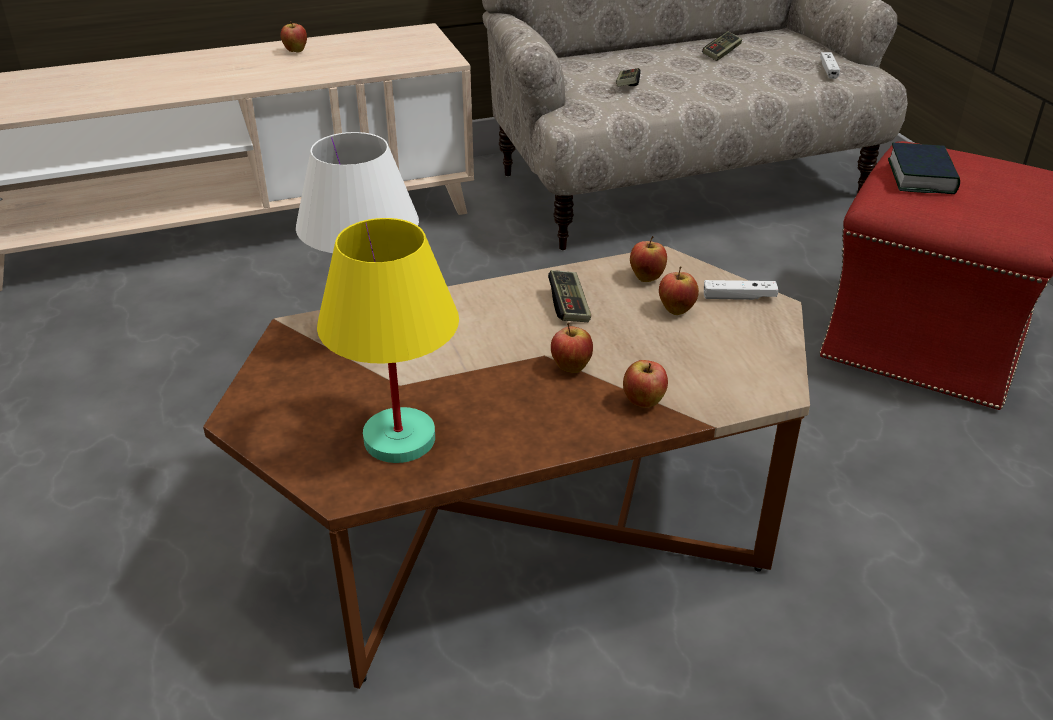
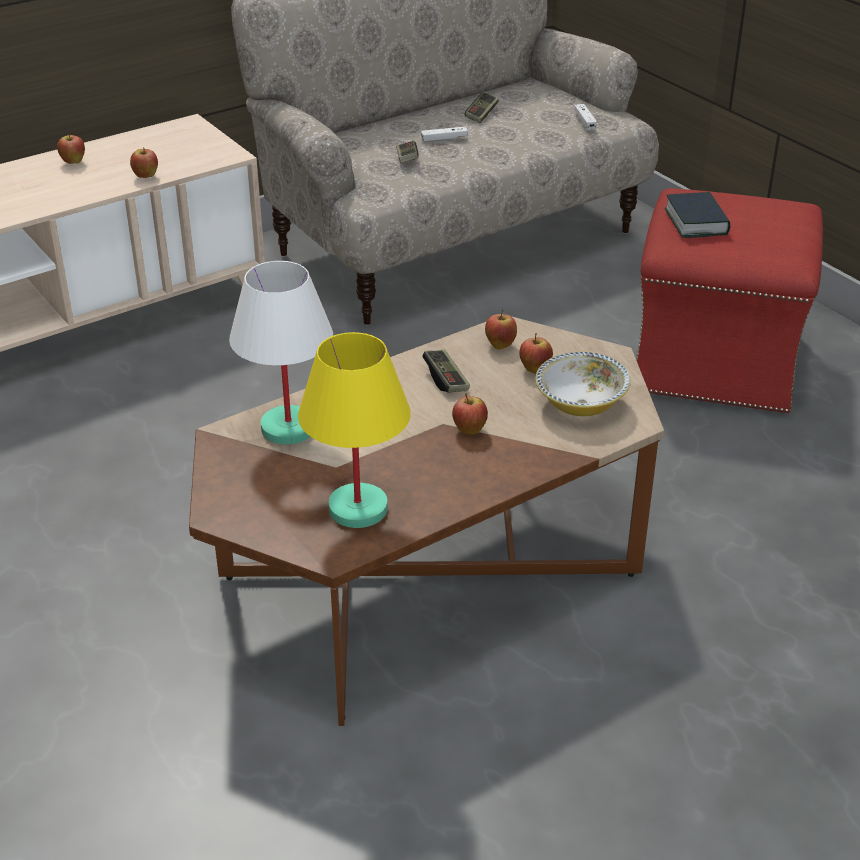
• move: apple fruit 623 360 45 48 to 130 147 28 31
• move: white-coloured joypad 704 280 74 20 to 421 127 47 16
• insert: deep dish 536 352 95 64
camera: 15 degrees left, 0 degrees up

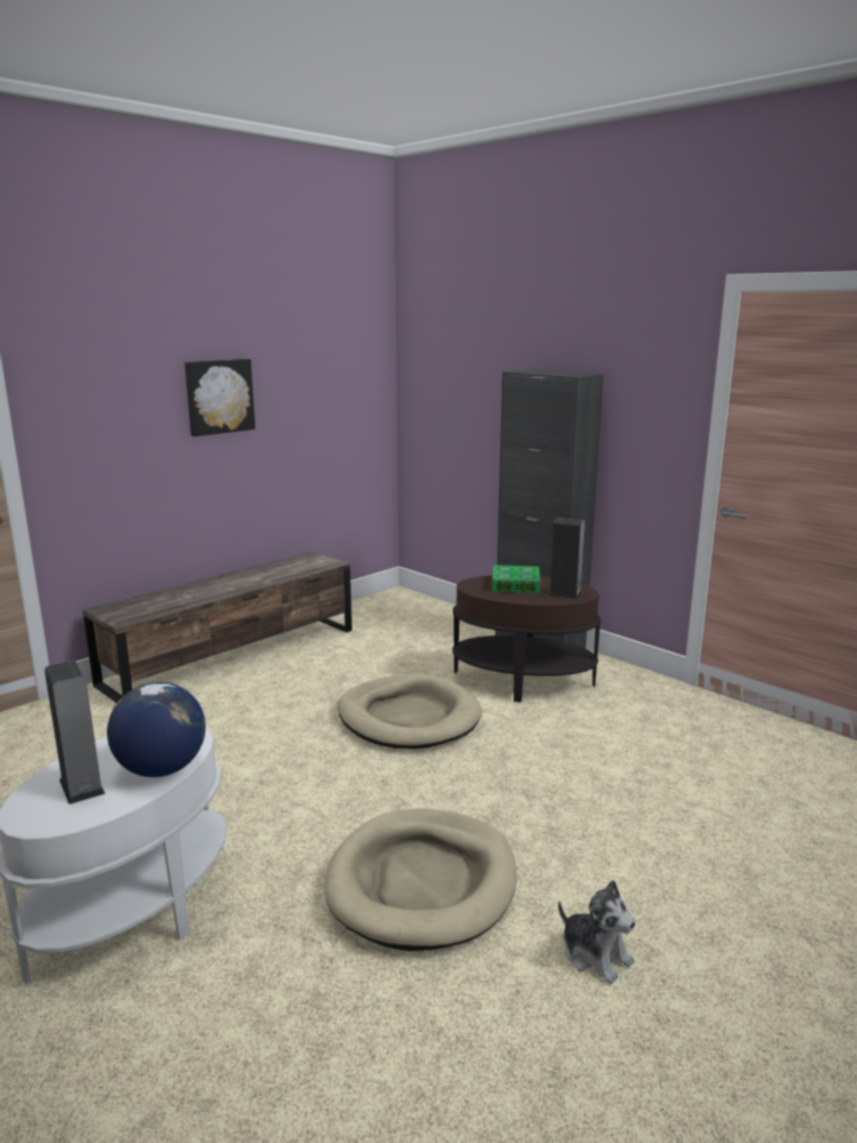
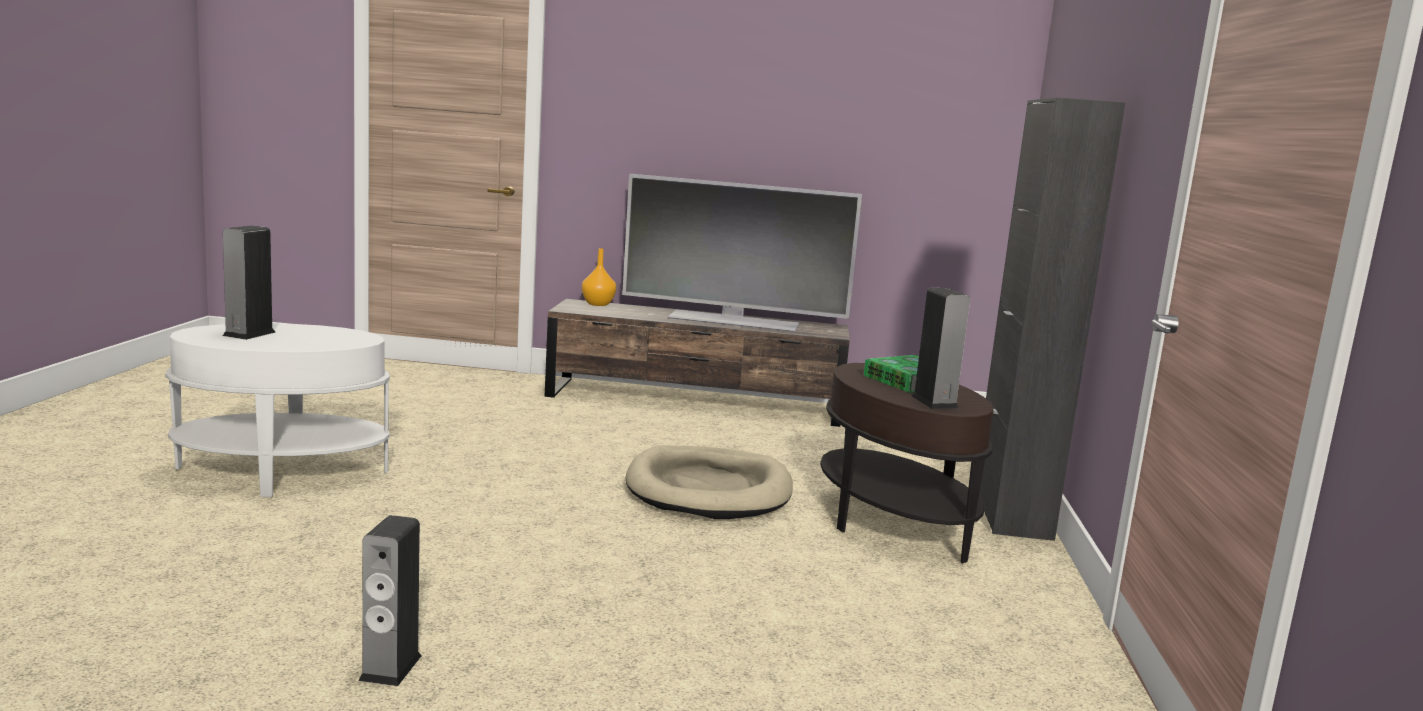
• delete: globe 107 682 99 95
• delete: picture 185 359 70 78
• delete: beige-coloured pet bed 324 809 193 142
• replace: soft toy 558 880 78 104 to audio speaker 358 515 64 171
• insert: orange flower vase 582 248 34 58
• insert: TV 622 174 240 158
camera: 50 degrees right, 5 degrees down

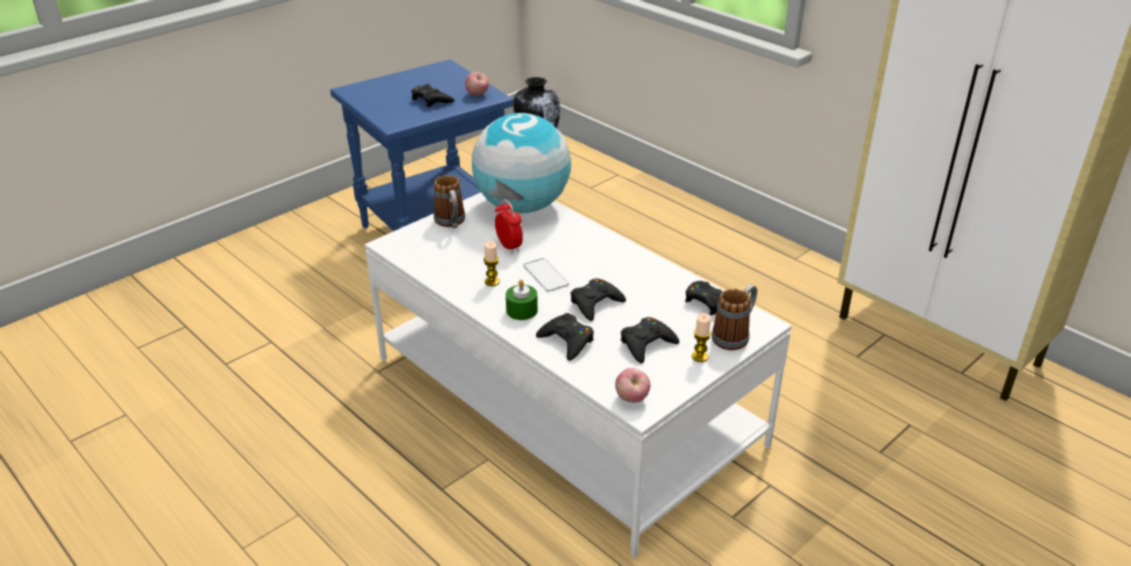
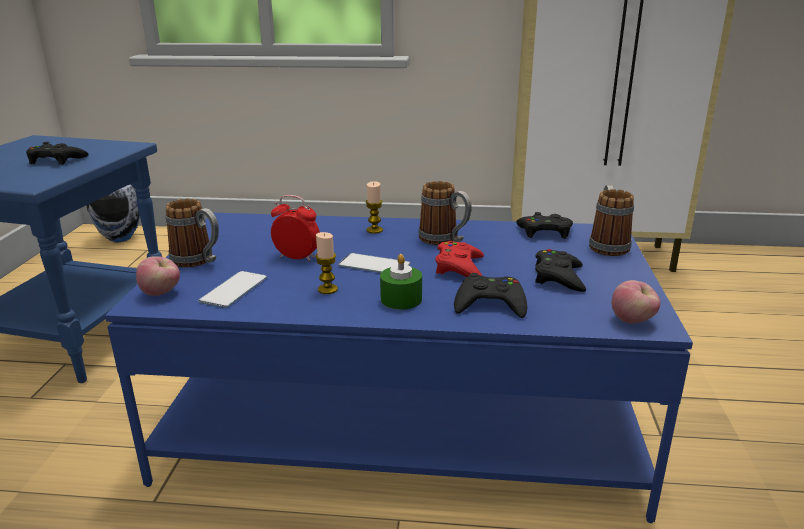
• recolor: white-coloured lounge table 365 193 427 365 to blue-coloured lounge table 105 213 588 310
• move: apple fruit 465 72 24 24 to 136 257 44 39
• delete: globe 472 113 99 100
• recolor: black-coloured joypad 571 278 55 43 to red-coloured joypad 435 241 49 36
• move: candle 692 313 19 49 to 366 181 17 53
• insert: handset 198 271 69 37
• insert: tea mug 418 181 54 64
camera: 40 degrees left, 10 degrees down

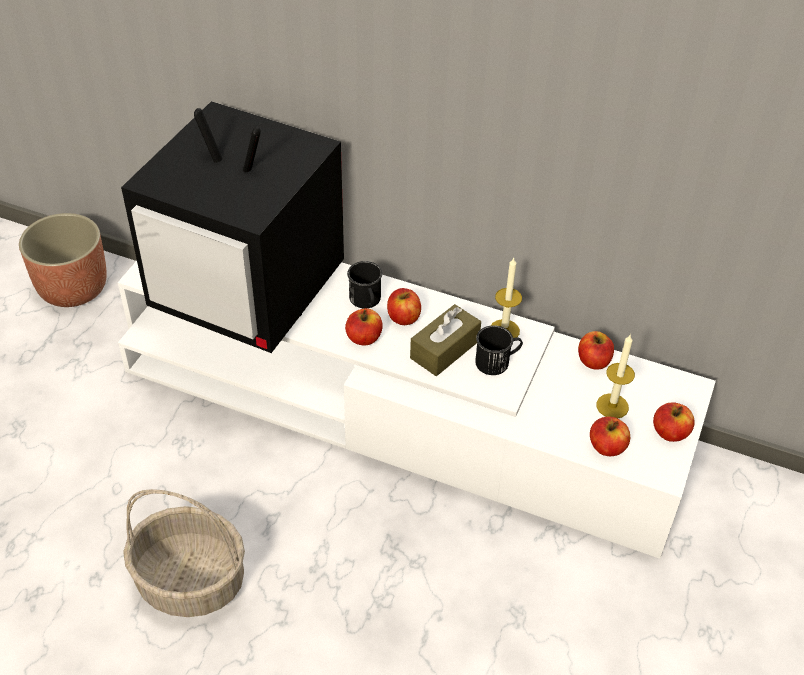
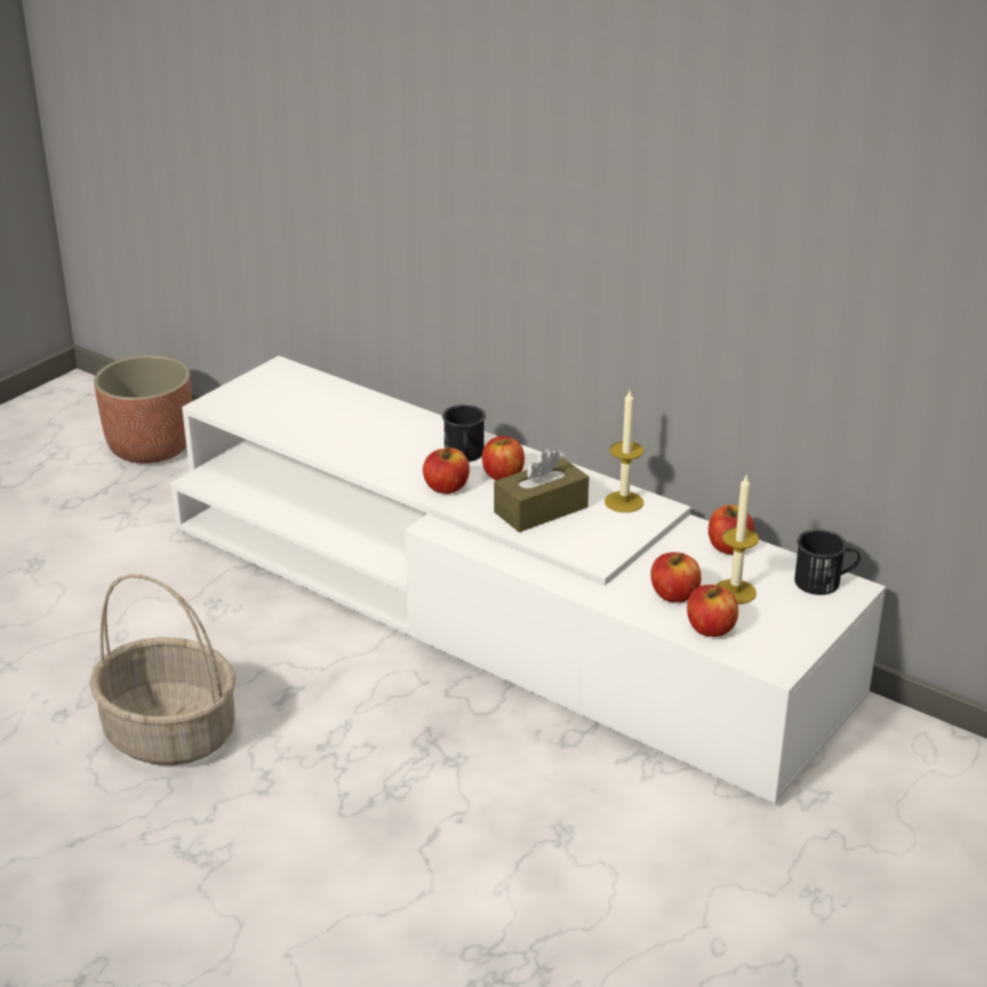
• delete: TV 121 101 223 252
• move: black-coloured tea mug 475 325 48 50 to 795 529 65 66
• move: apple fruit 653 402 42 40 to 651 552 50 50
camera: 15 degrees right, 15 degrees down

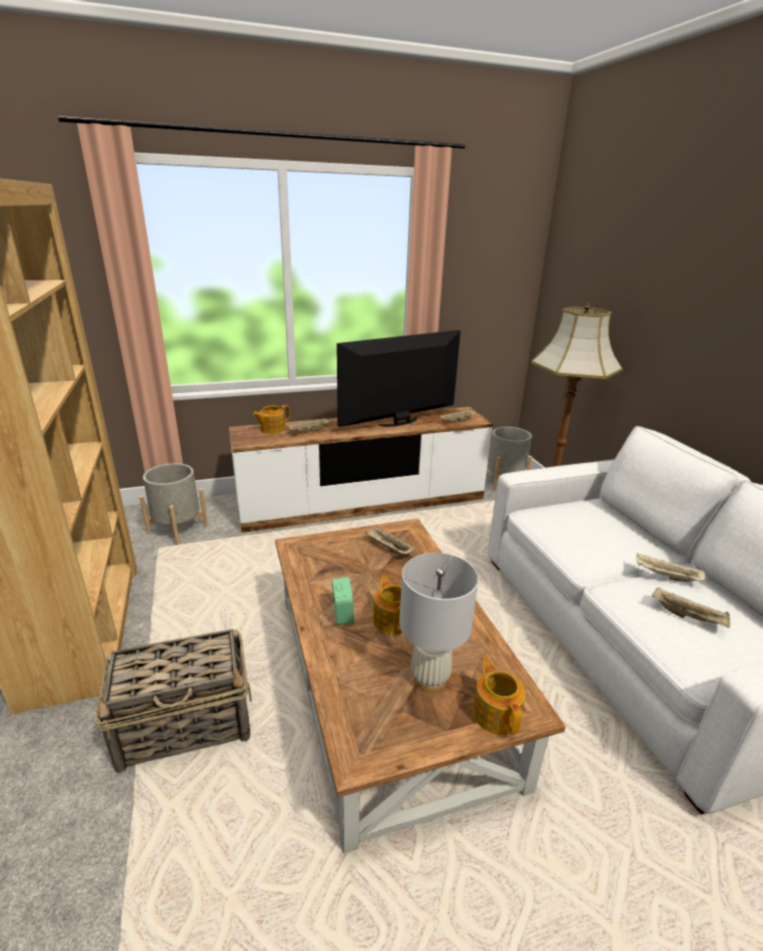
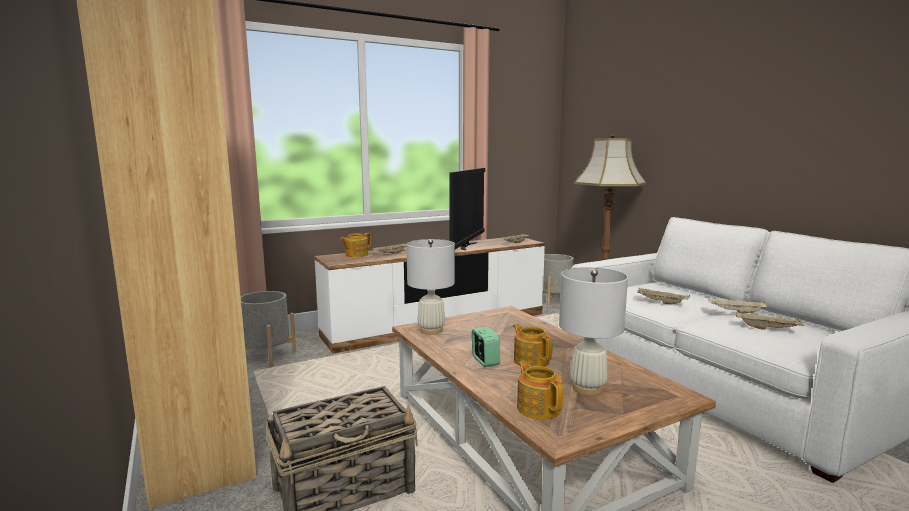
• rotate: TV 337 330 124 97 = 449 168 36 82 150 degrees clockwise
• move: beige-coloured tray 366 526 50 29 to 637 288 53 16
• move: teapot 473 657 52 78 to 517 361 46 59
• insert: white-coloured tabletop lamp 406 239 49 96
camera: 10 degrees left, 15 degrees down

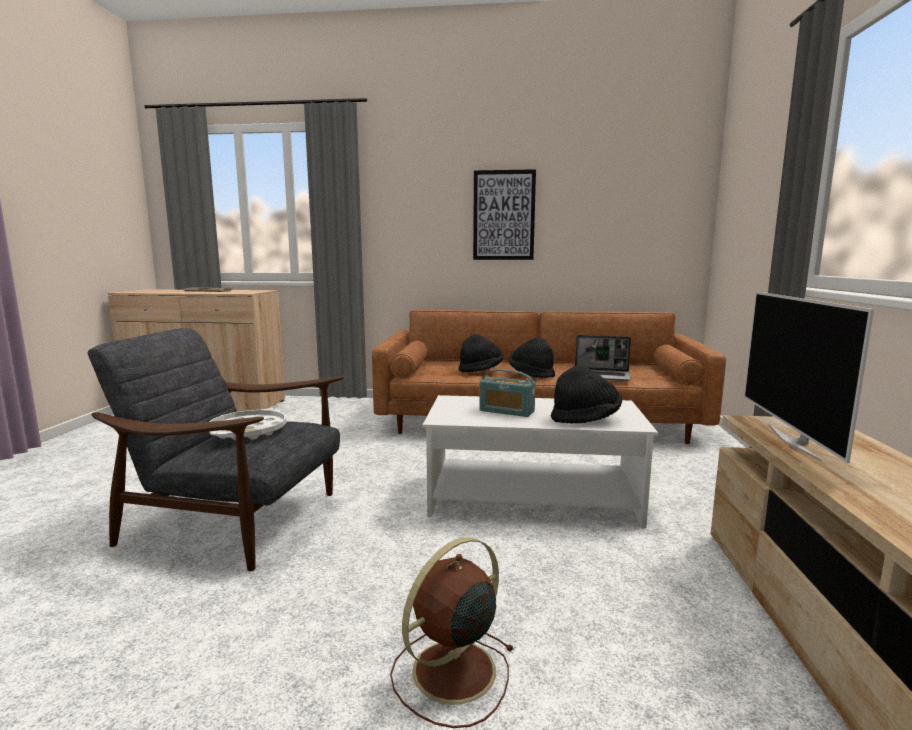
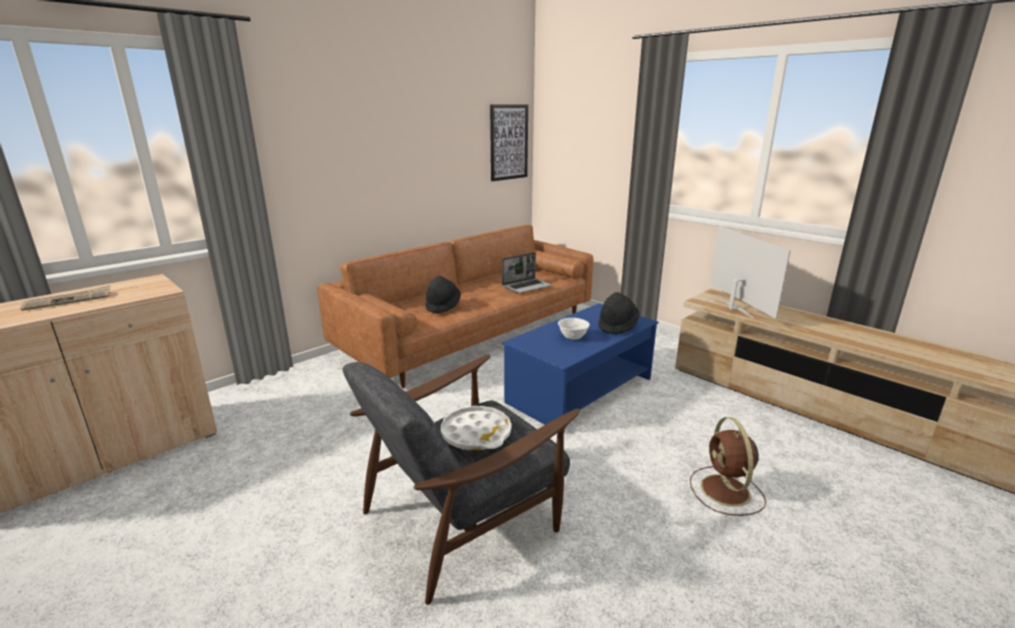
• recolor: white-coloured lounge table 423 395 235 133 to blue-coloured lounge table 502 303 156 122
• move: picture 473 169 63 91 to 490 104 38 77
• replace: radio receiver 479 369 57 48 to white-coloured deep dish 558 318 32 22
• delete: black-coloured wearable hat 509 337 46 41
• rotate: TV 744 292 130 171 = 710 226 80 93 150 degrees counterclockwise
camera: 50 degrees left, 10 degrees up

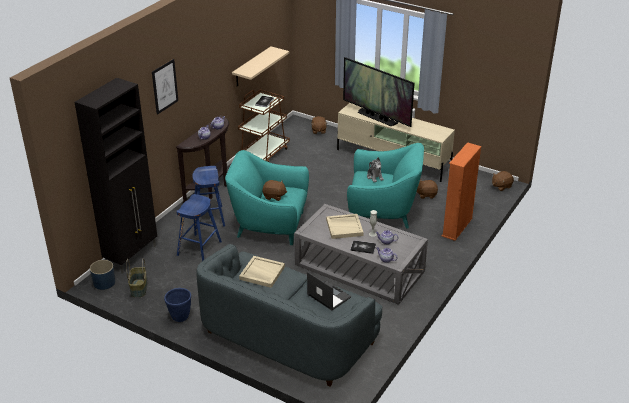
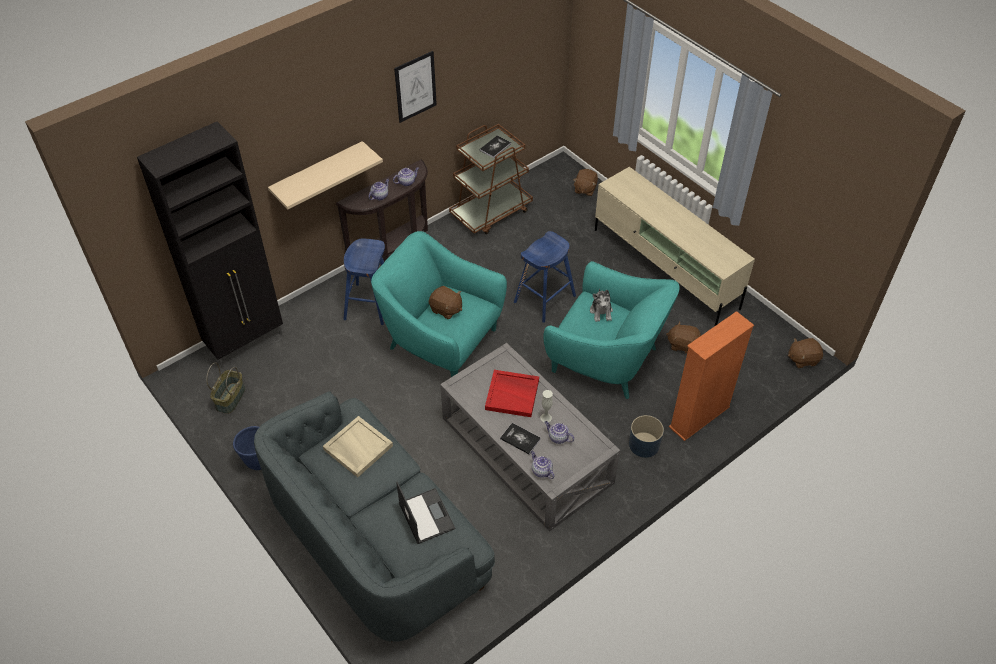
• move: blue-coloured planter 90 260 25 30 to 629 415 35 43
• move: picture 152 59 26 56 to 394 51 43 72
• move: blue-coloured sitting stool 176 194 46 67 to 514 231 62 92
• move: beige-coloured shelf 232 46 57 40 to 268 141 115 68
• recolor: beige-coloured tray 326 214 38 25 to red-coloured tray 485 370 54 47
• delete: TV 343 57 71 70
camera: 20 degrees right, 15 degrees up

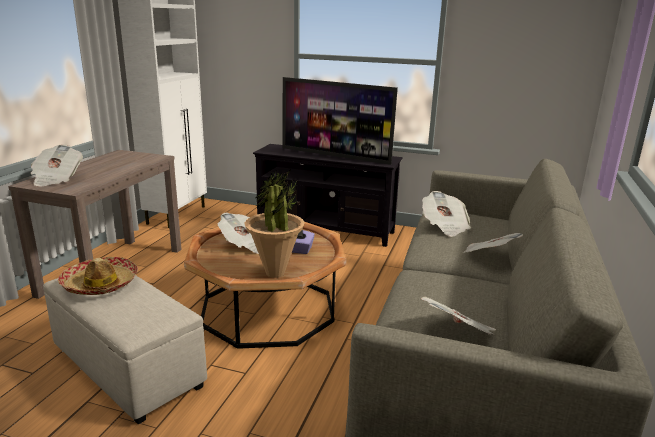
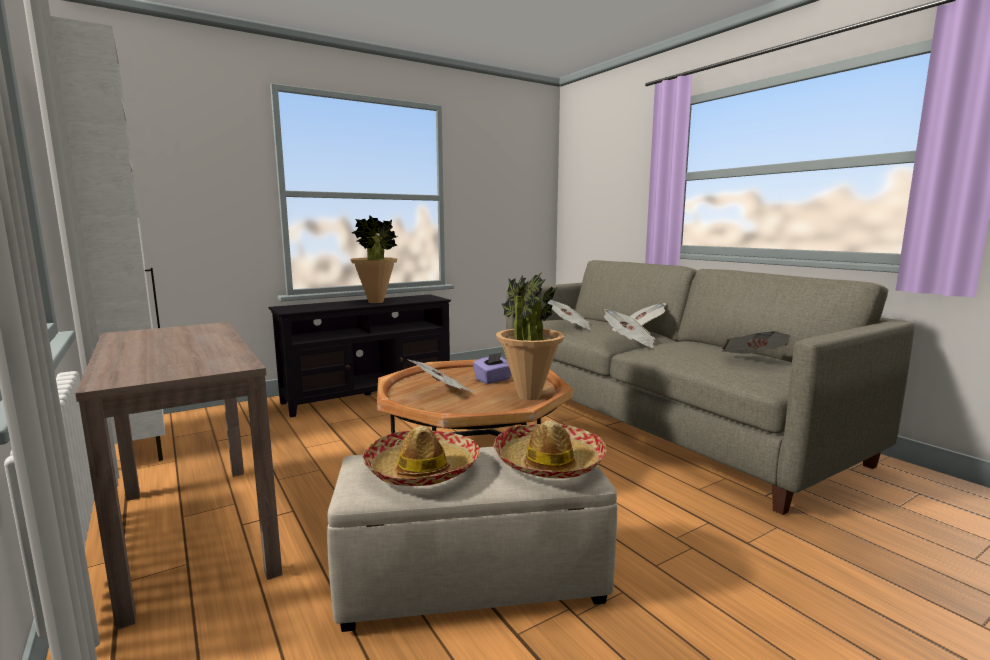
• move: printed paper 30 144 53 42 to 604 309 51 39
• replace: TV 283 77 115 88 to potted plant 350 215 48 88
• insert: wearable hat 493 420 114 59
camera: 50 degrees left, 10 degrees down

